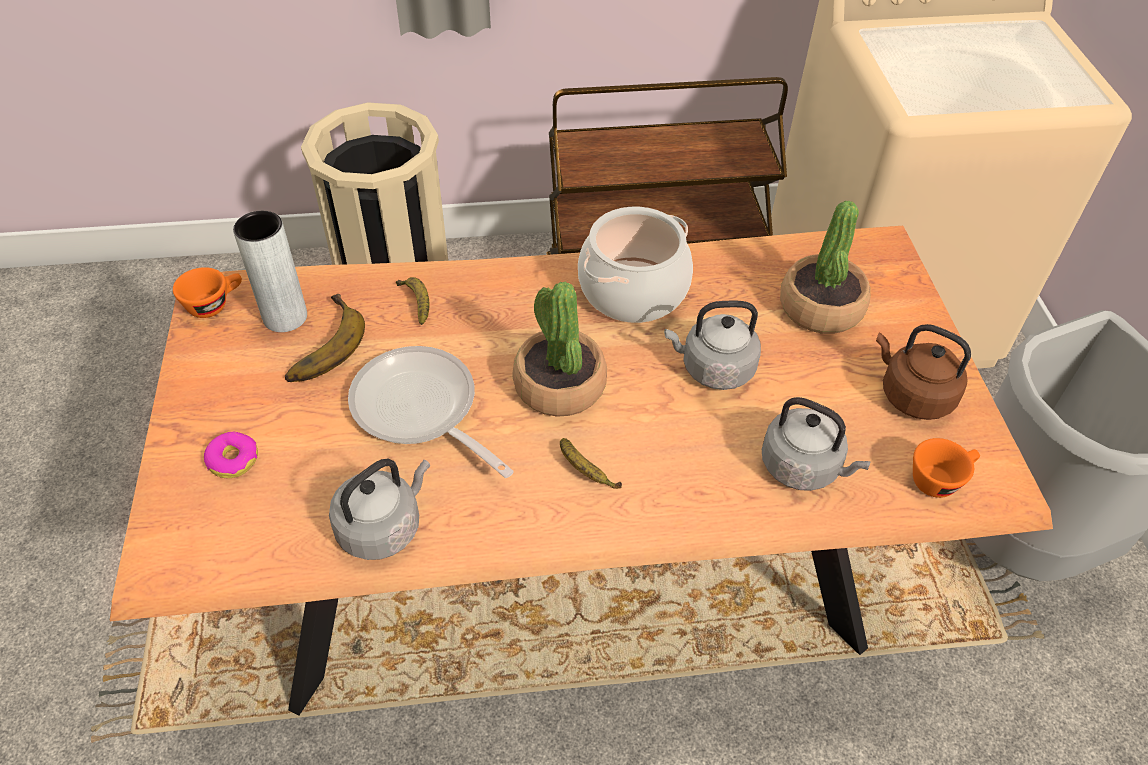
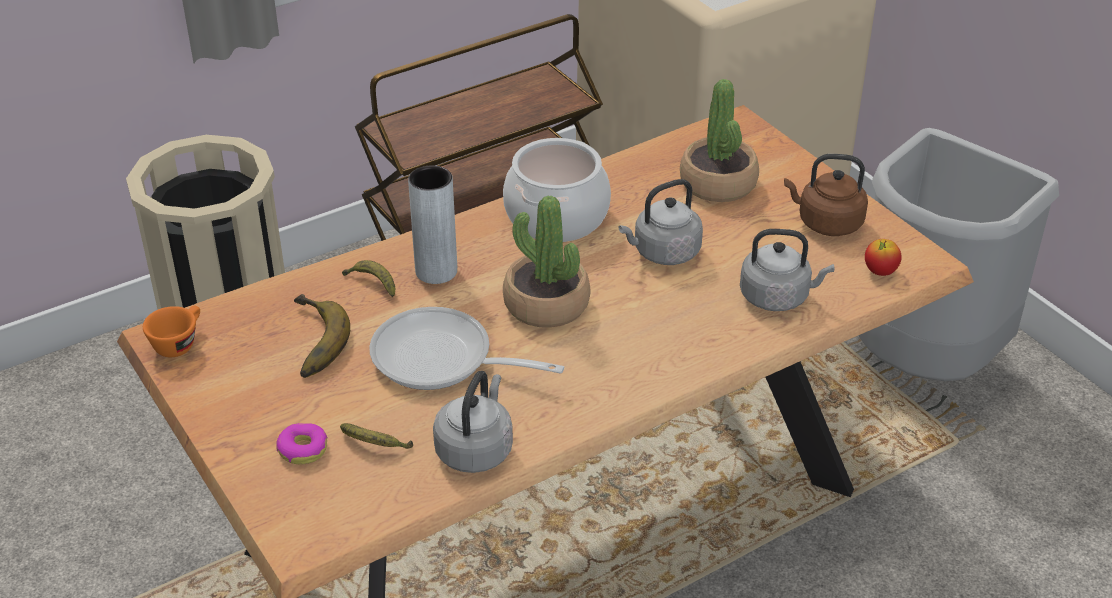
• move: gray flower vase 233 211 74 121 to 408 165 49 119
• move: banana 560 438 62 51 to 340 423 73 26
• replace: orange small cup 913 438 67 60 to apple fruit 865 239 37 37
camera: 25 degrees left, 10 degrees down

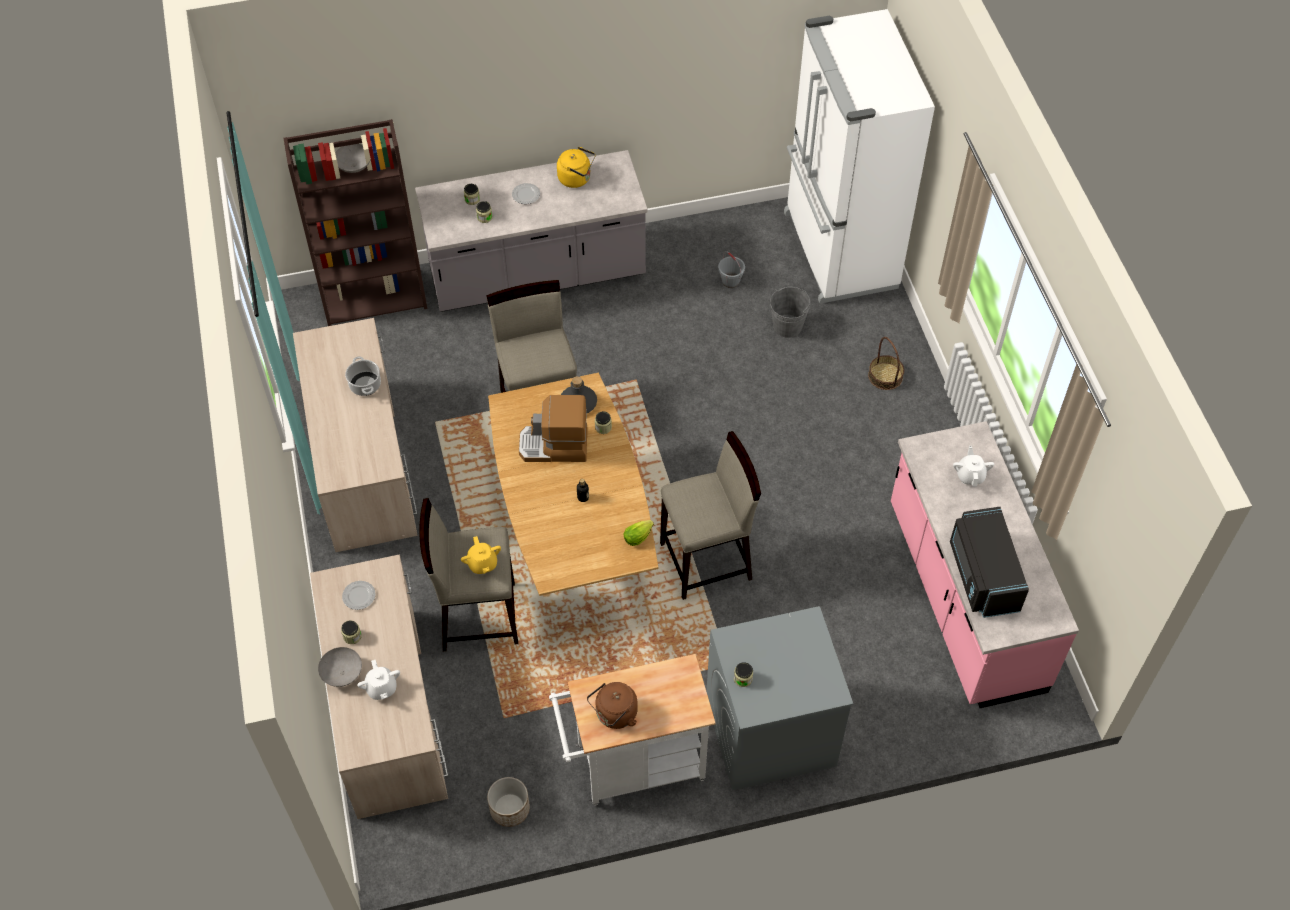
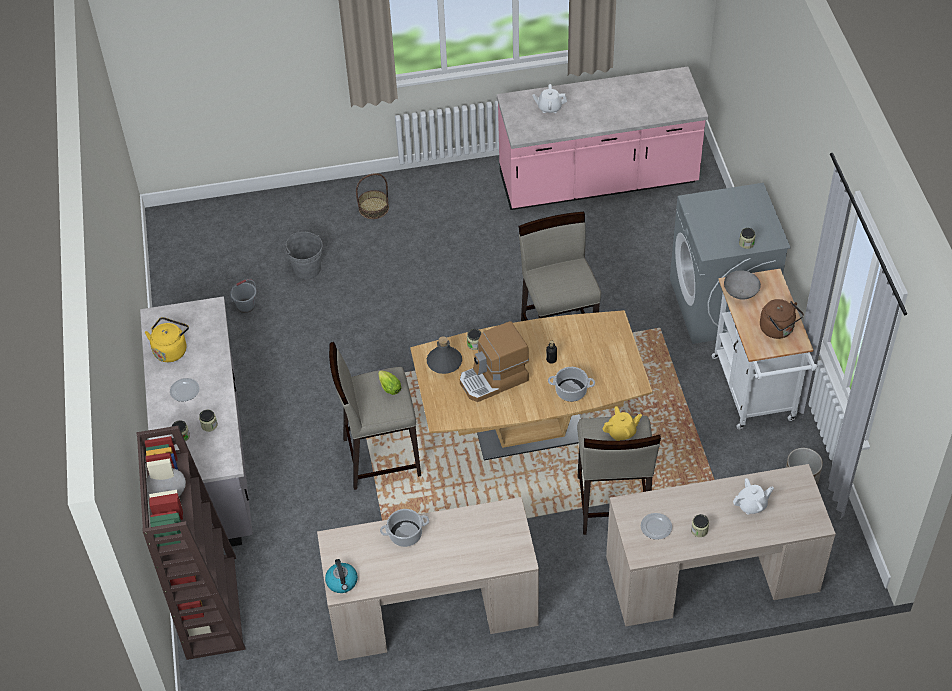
• move: gray deep dish 318 647 44 40 to 724 270 37 29
• rotate: coffee machine 519 395 68 67 = 460 321 69 81 60 degrees clockwise
• move: lettuce head 624 520 30 26 to 378 370 24 25
• delete: white-coloured refrigerator 784 9 151 295
• delete: black-coloured kitchen microwave 950 507 79 111
• insert: tea kettle 325 559 33 34
• insert: cooking pot 548 367 47 35
camera: 85 degrees left, 5 degrees down

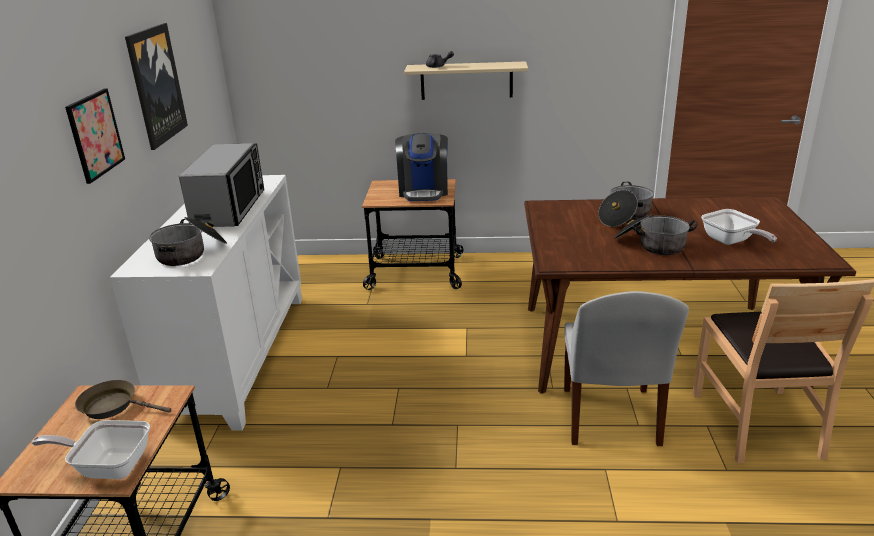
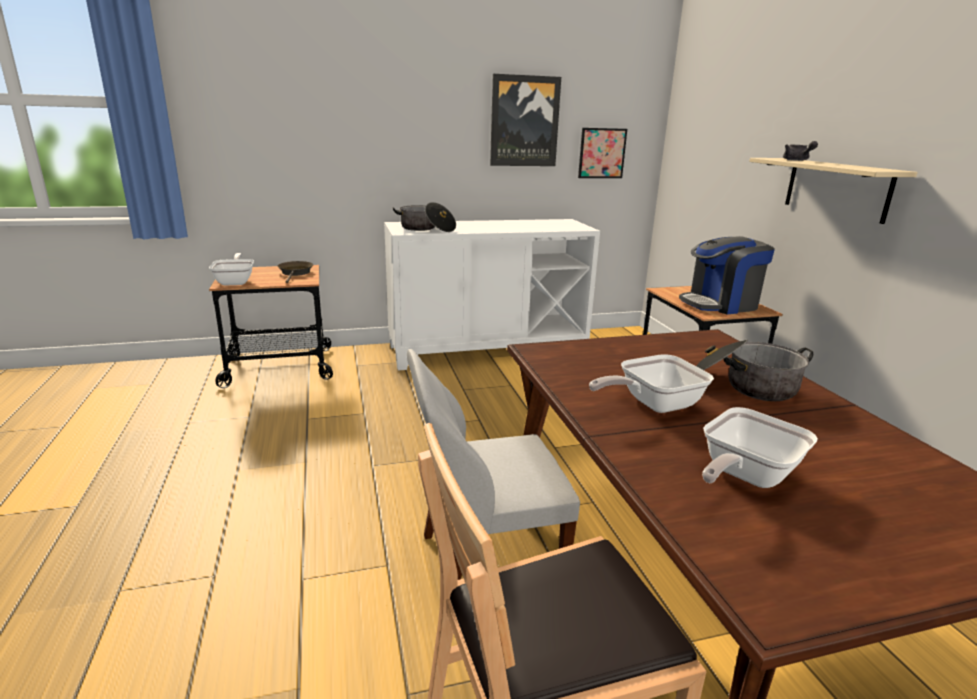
• move: picture 65 89 60 95 to 578 128 49 50
• delete: kitchen microwave 179 143 85 84
• replace: cooking pot 614 214 84 41 to skillet 589 354 125 59
camera: 70 degrees right, 5 degrees down

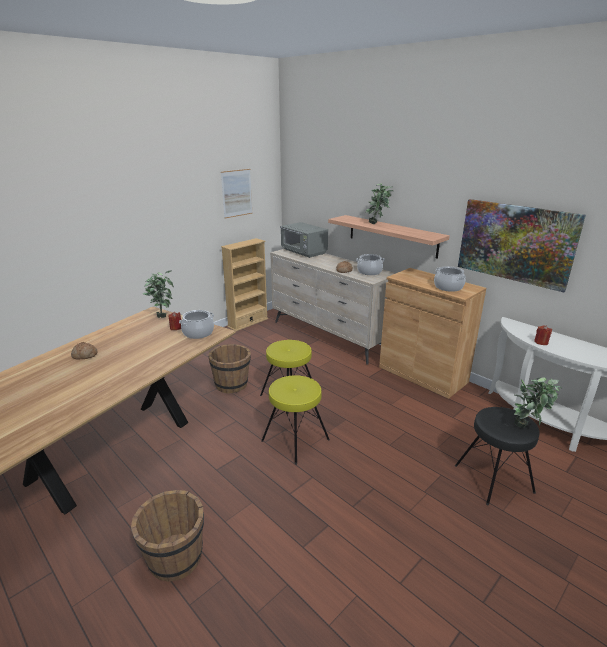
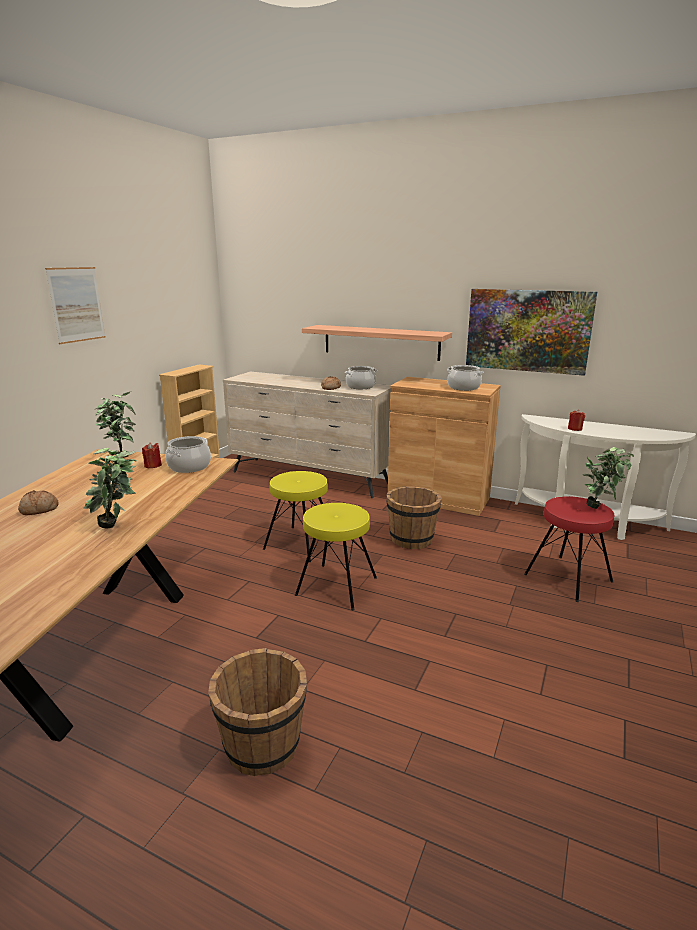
• move: brown water bucket 208 344 43 50 to 386 486 56 63
• move: picture 221 169 32 50 to 45 267 60 77
• delete: gray kitchen microwave 280 222 48 36
• move: potted plant 365 183 28 41 to 84 448 53 81
• recolor: black-coloured sitting stool 455 407 85 98 to red-coloured sitting stool 524 496 90 106
camera: 20 degrees left, 5 degrees down

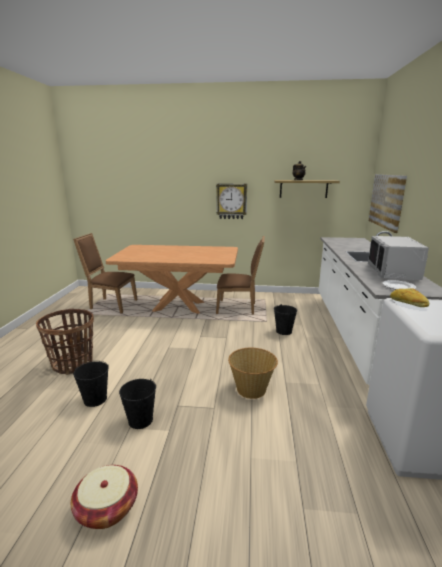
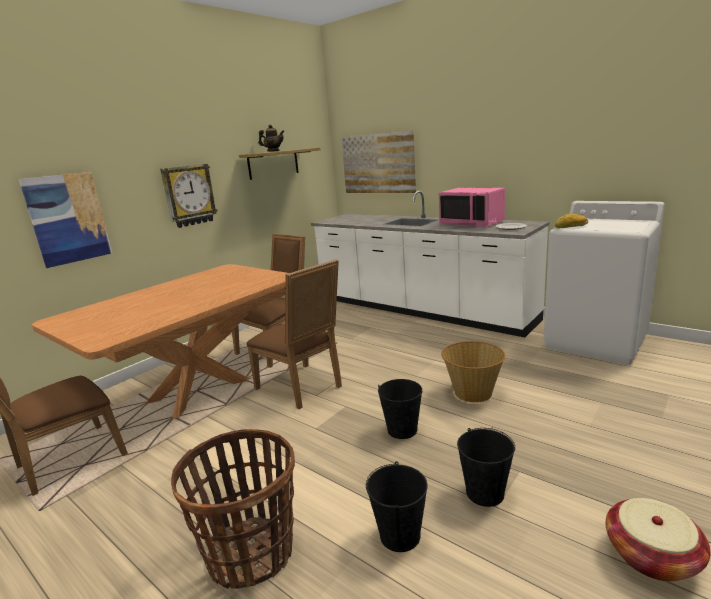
• move: black-coloured water bucket 274 305 23 30 to 378 379 44 60
• recolor: gray kitchen microwave 368 236 61 44 to pink-coloured kitchen microwave 439 188 66 39
• insert: picture 19 172 93 96
• insert: brown plain chair 246 259 96 150
camera: 55 degrees left, 0 degrees up

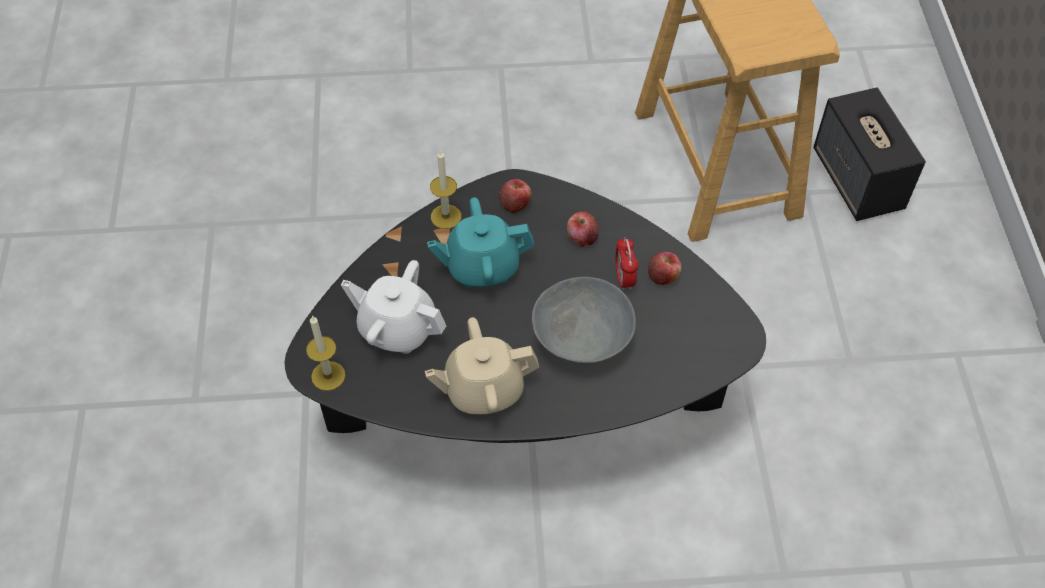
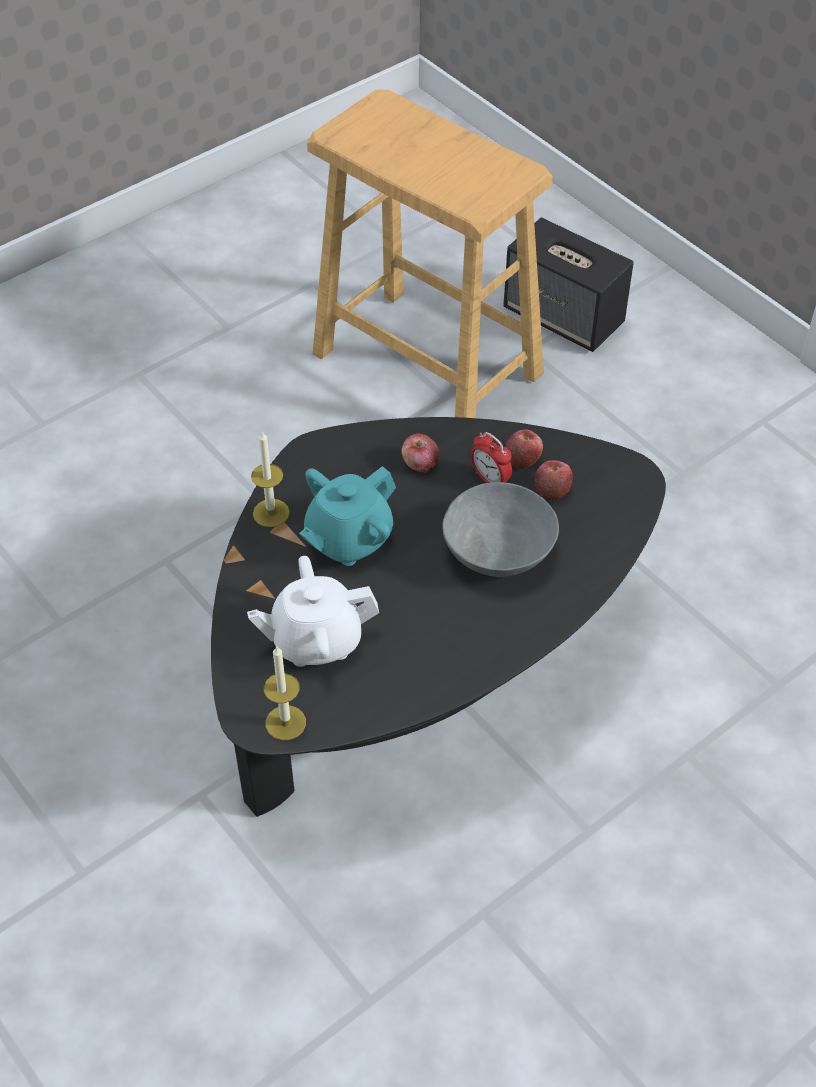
• delete: beige-coloured teapot 425 317 114 97
• move: apple fruit 499 179 33 34 to 534 460 39 41
camera: 35 degrees left, 5 degrees down

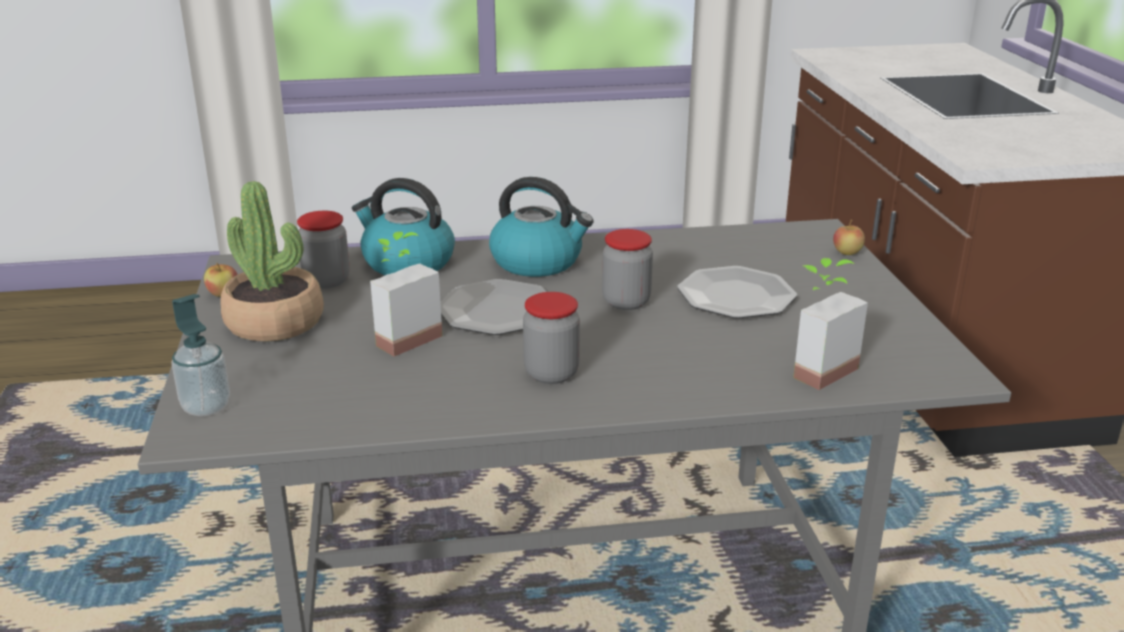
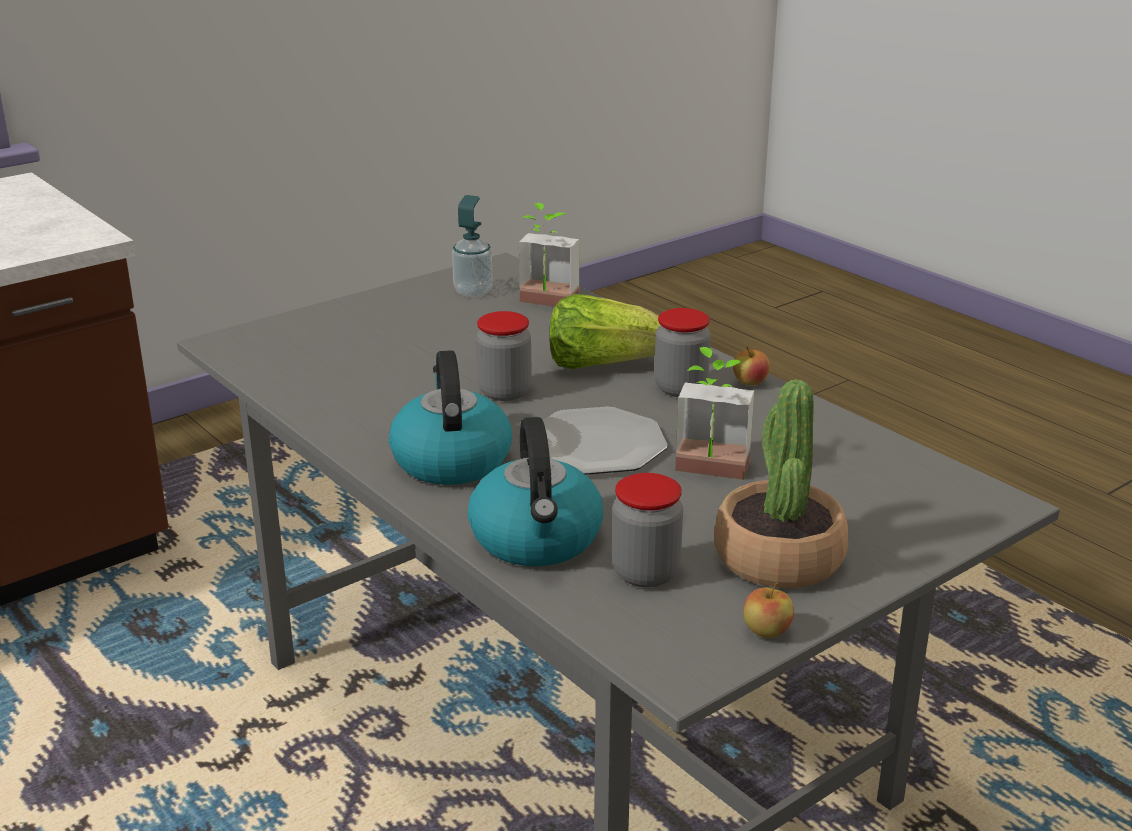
• move: liquid soap bottle 171 294 59 123 to 452 195 41 103
• delete: dinner plate 677 266 120 53
• move: apple fruit 833 220 32 35 to 733 346 37 40
• insert: lettuce head 549 294 111 75
camera: 120 degrees left, 0 degrees up

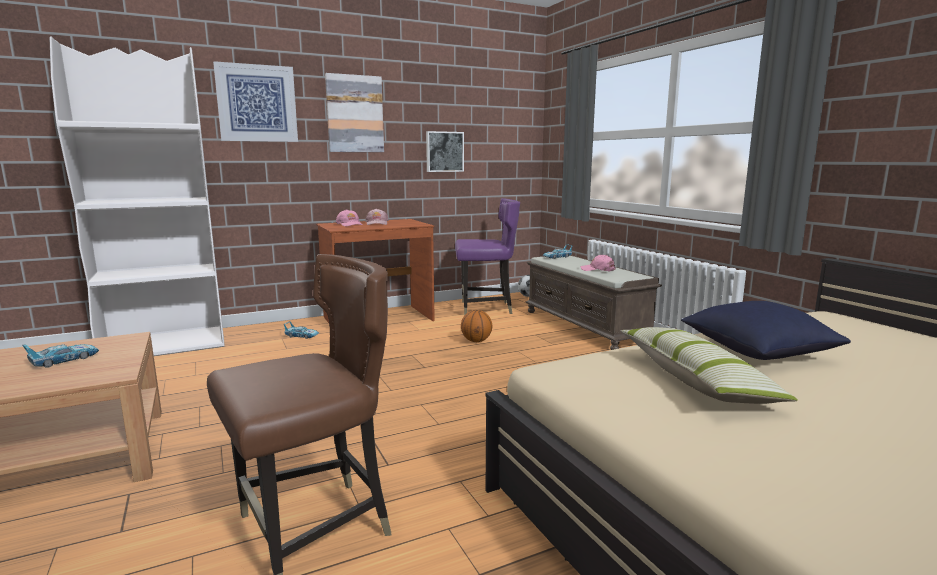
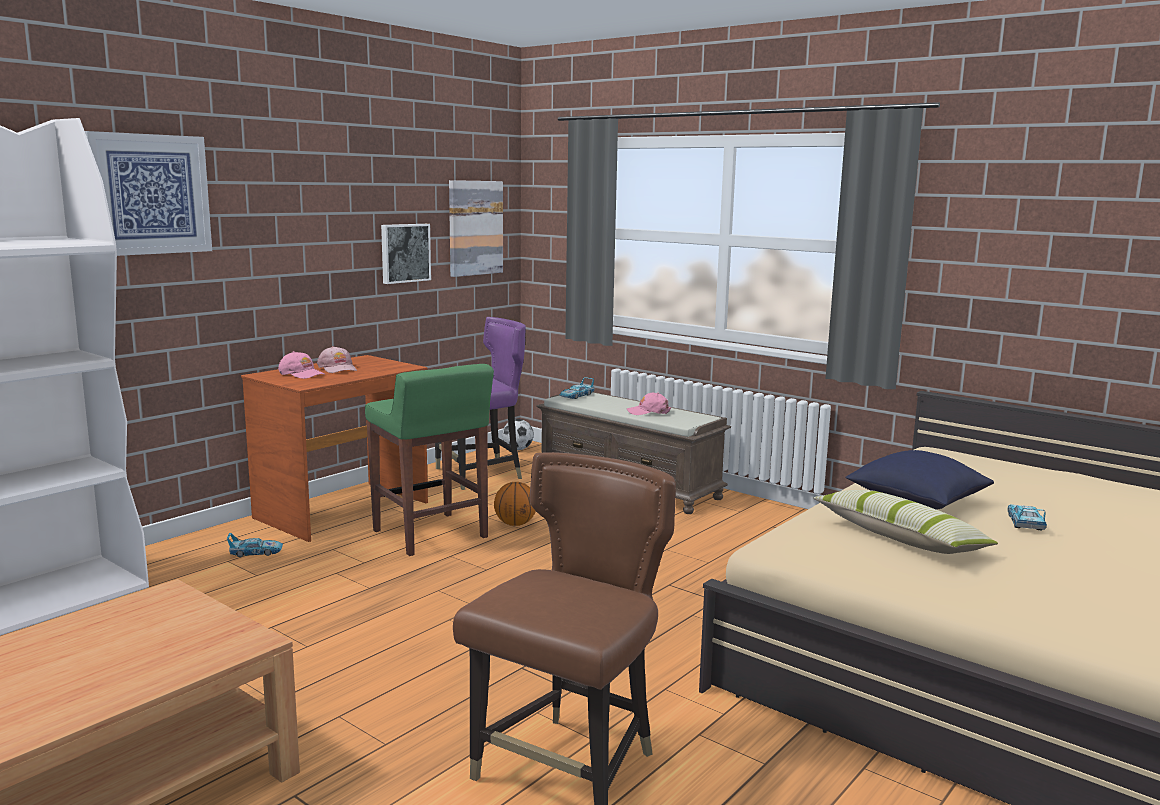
• move: toy car 22 344 77 24 to 1008 504 39 27
• move: picture 325 73 59 79 to 449 180 54 97
• insert: greenish sitting stool 365 364 129 192
camera: 25 degrees left, 0 degrees up

